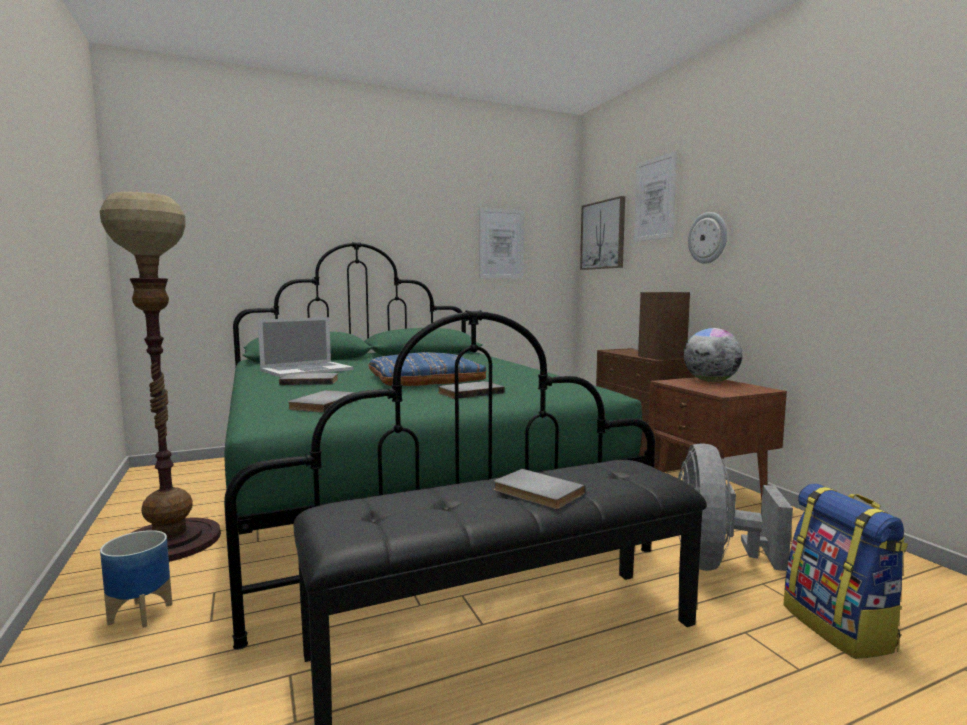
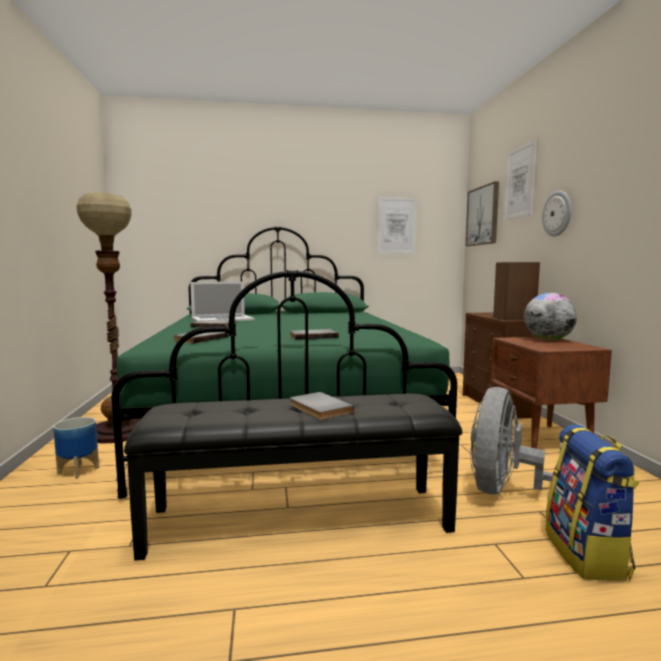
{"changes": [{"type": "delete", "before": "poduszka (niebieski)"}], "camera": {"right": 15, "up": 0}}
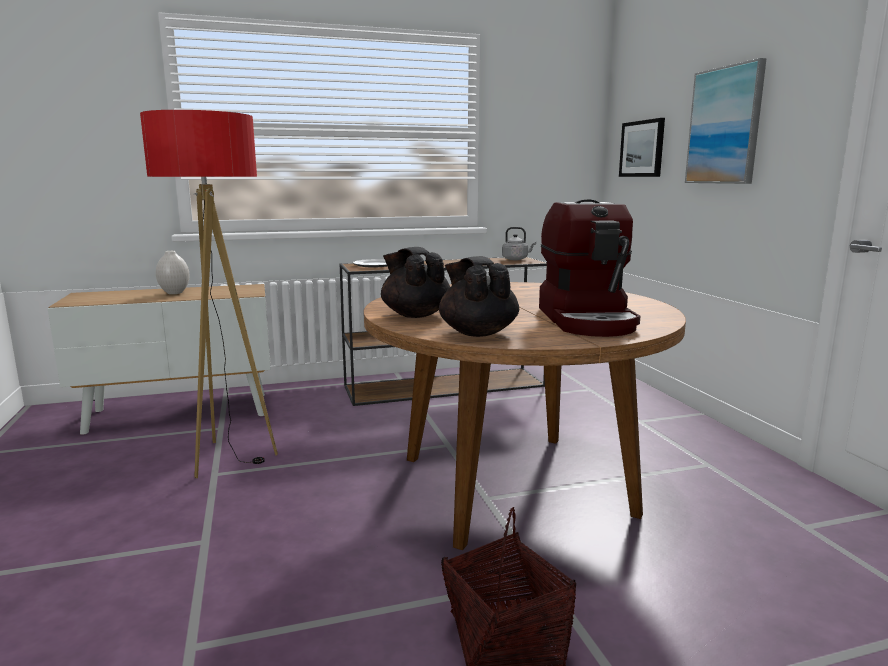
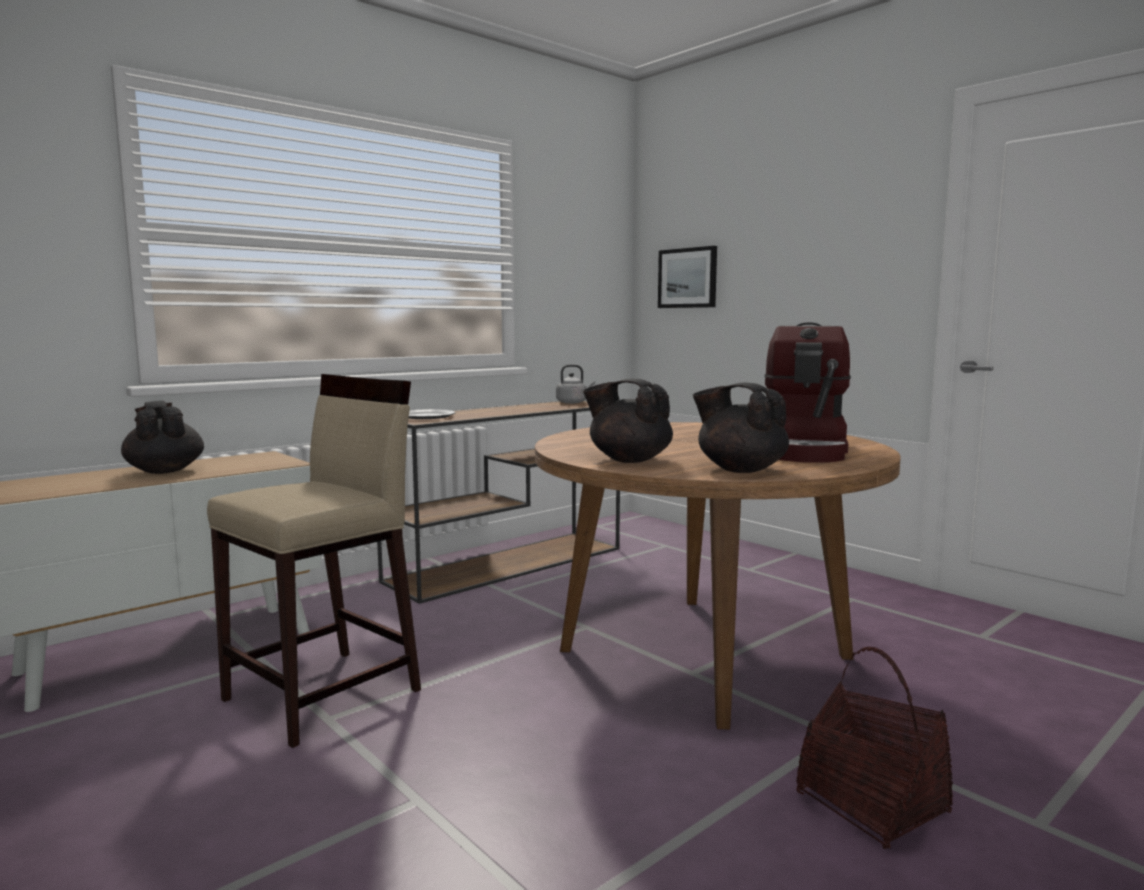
{"changes": [{"type": "delete", "before": "obraz (2nd from left)"}, {"type": "replace", "before": "lampa stojąca", "after": "stołek (beżowy)"}, {"type": "replace", "before": "wazon (biały)", "after": "imbryk (czarny) (1st from left)"}, {"type": "rotate", "before": "ekspres do kawy", "turn": 45}], "camera": {"right": -25, "up": -5}}
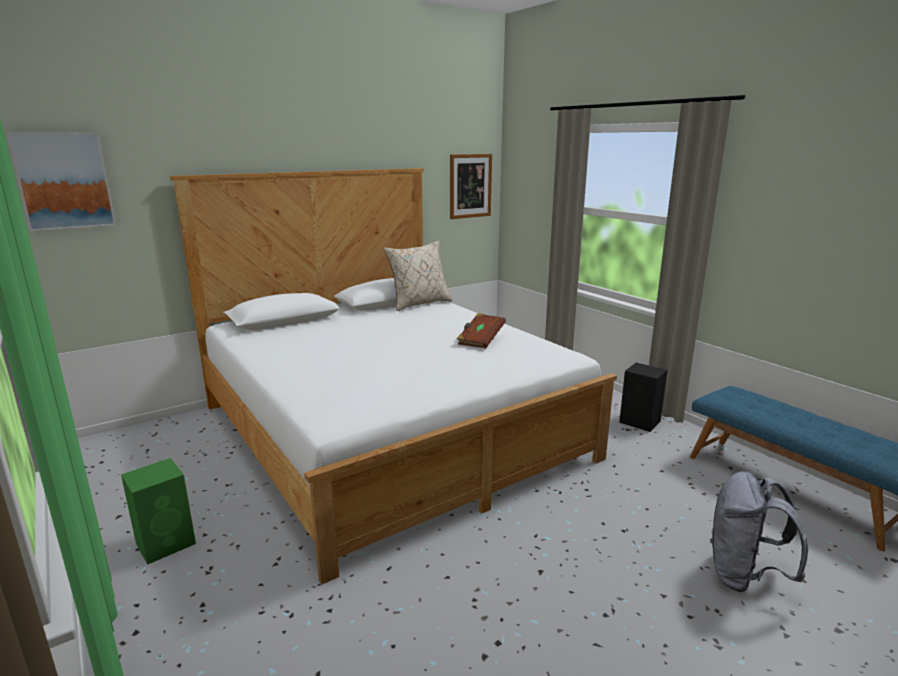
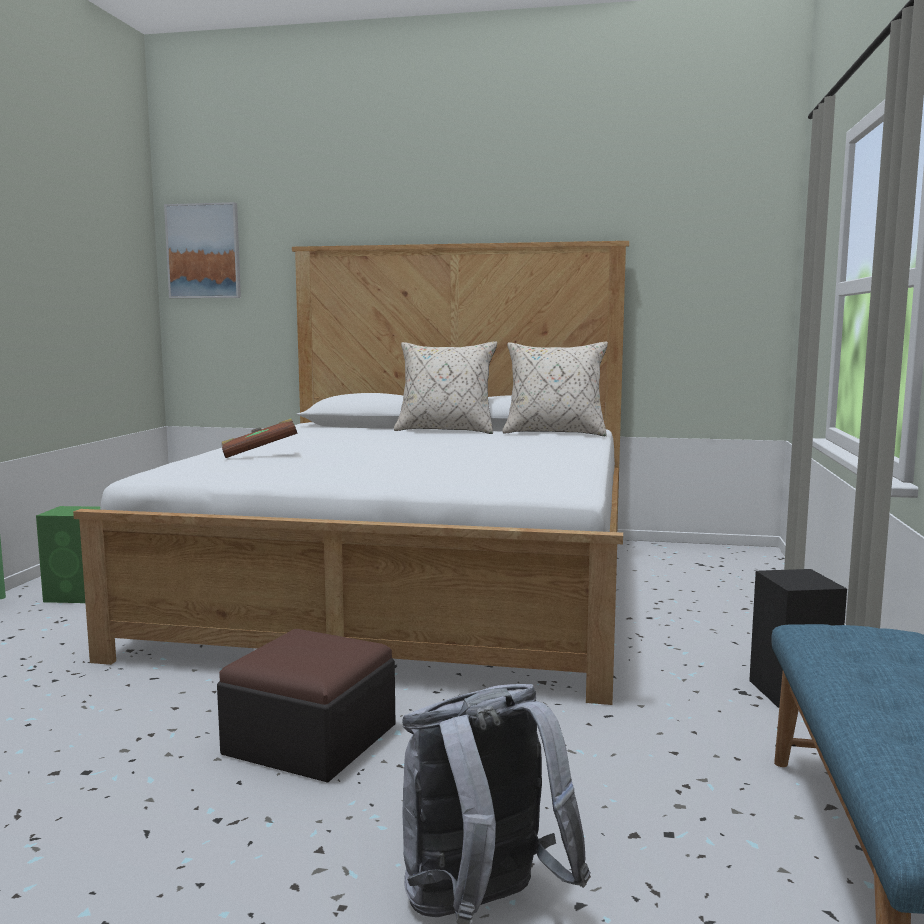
{"changes": [{"type": "delete", "before": "obraz (2nd from left)"}, {"type": "insert", "after": "pufa"}, {"type": "insert", "after": "poduszka (beżowy) (1st from left)"}, {"type": "move", "before": "książka (brązowy)"}], "camera": {"right": 45, "up": -10}}
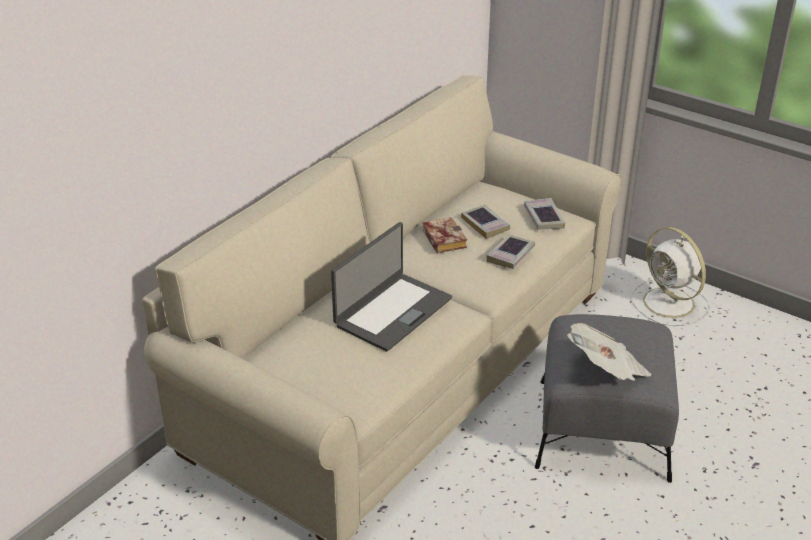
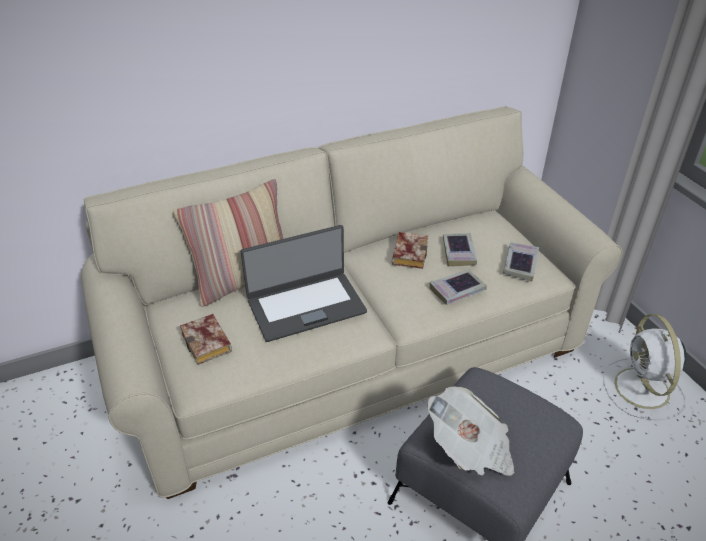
{"changes": [{"type": "insert", "after": "poduszka"}, {"type": "insert", "after": "książka (1st from left)"}], "camera": {"right": 30, "up": 5}}
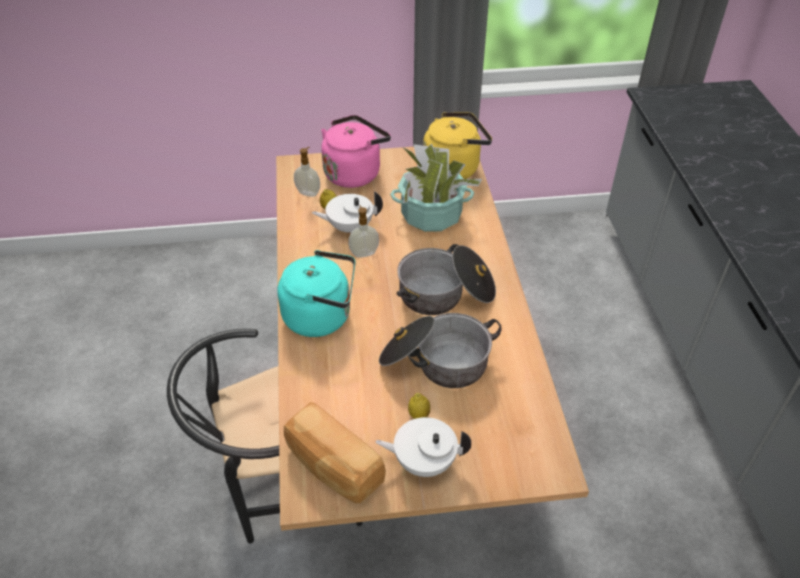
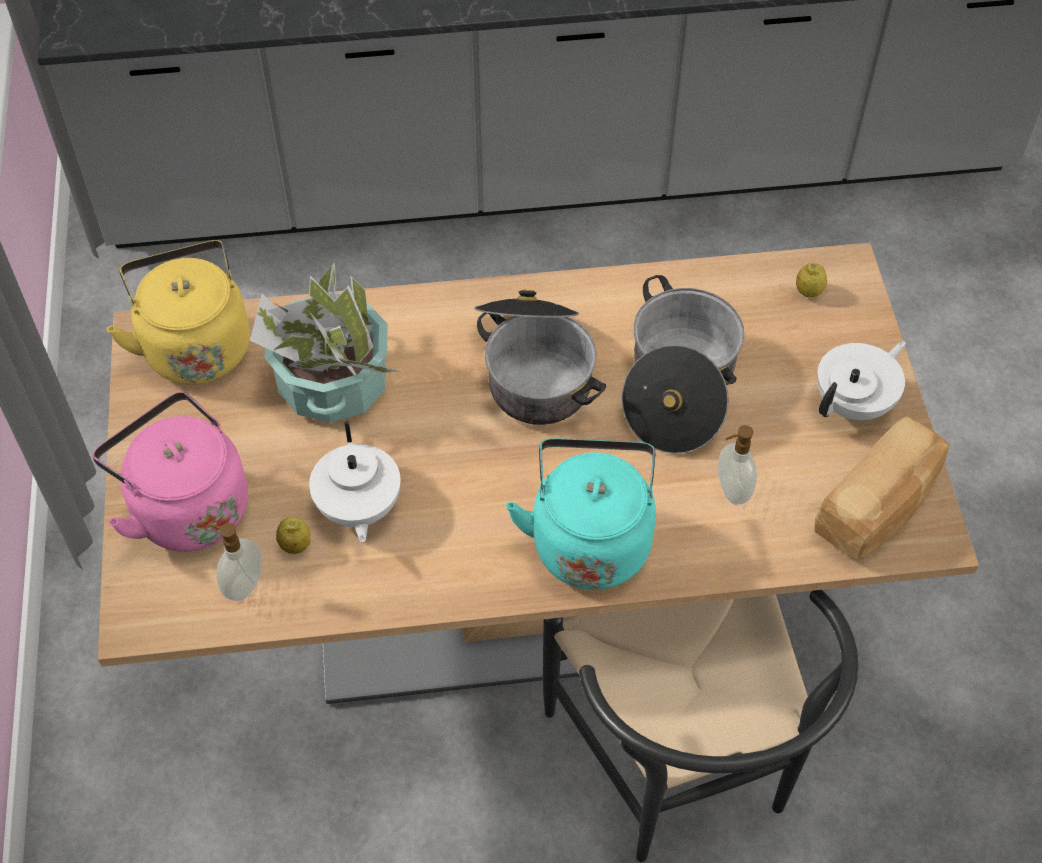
{"changes": [{"type": "move", "before": "dozownik mydła (2nd from left)"}, {"type": "move", "before": "cytryna (2nd from left)"}, {"type": "rotate", "before": "imbryk (biały) (2nd from left)", "turn": -135}], "camera": {"right": -90, "up": 10}}
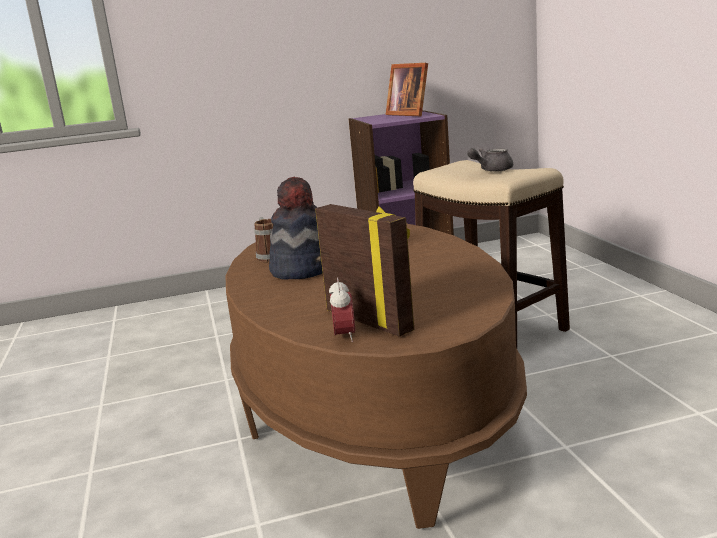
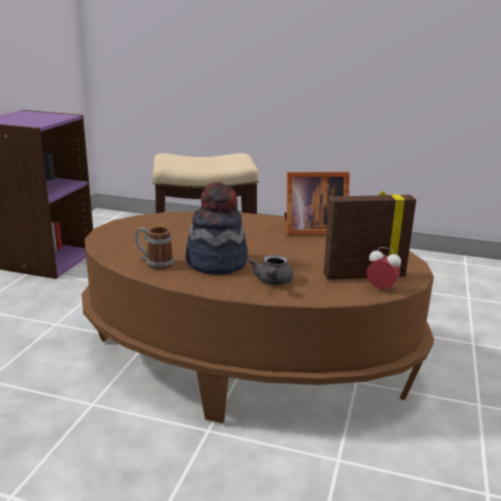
{"changes": [{"type": "move", "before": "ramka na zdjęcie (2nd from left in the first image)", "after": "ramka na zdjęcie (1st from left)"}, {"type": "move", "before": "imbryk (szary)"}], "camera": {"right": -60, "up": 5}}
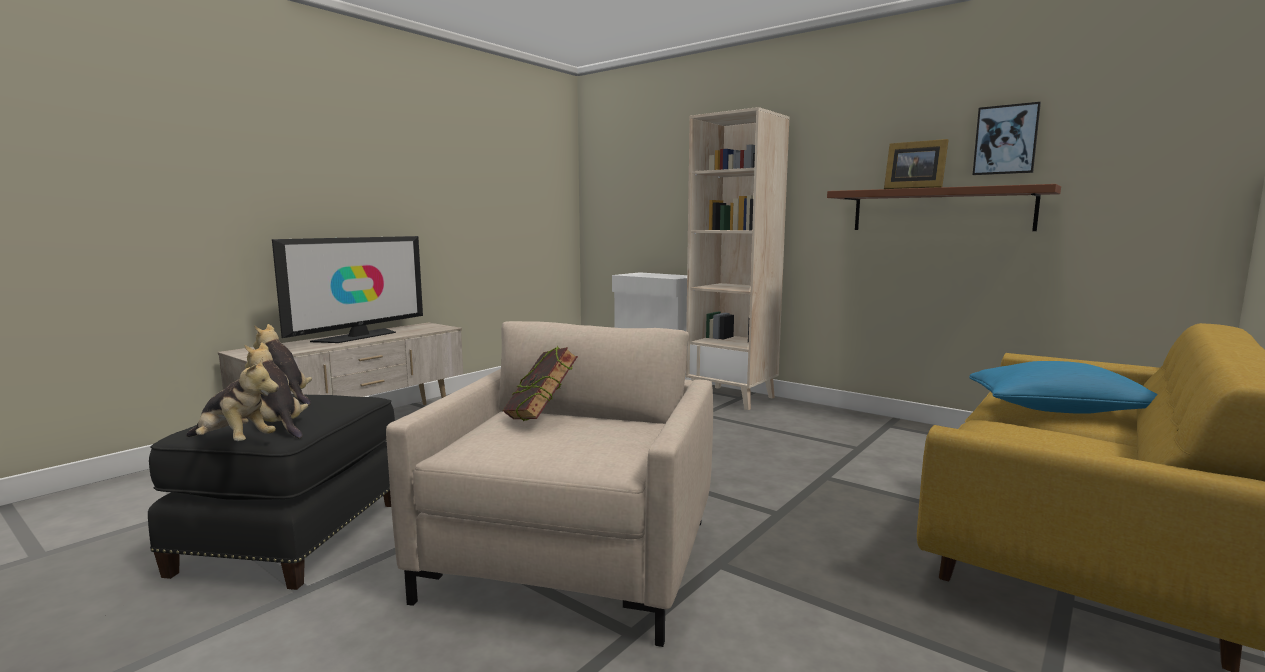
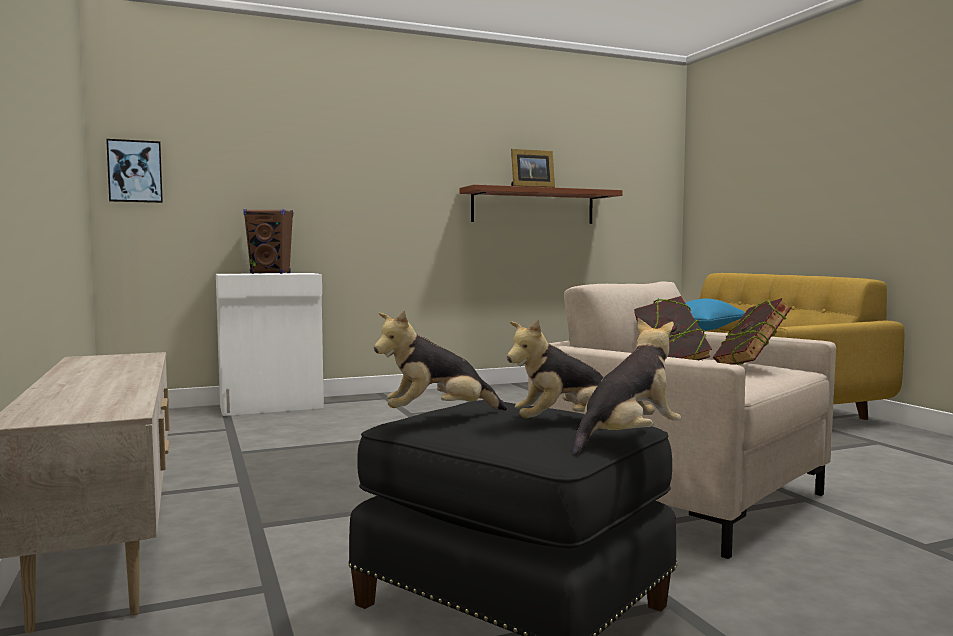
{"changes": [{"type": "delete", "before": "telewizor"}, {"type": "delete", "before": "regał (beżowy)"}, {"type": "insert", "after": "głośnik (brązowy)"}, {"type": "insert", "after": "książka (2nd from left)"}, {"type": "move", "before": "obraz"}], "camera": {"right": -60, "up": -5}}
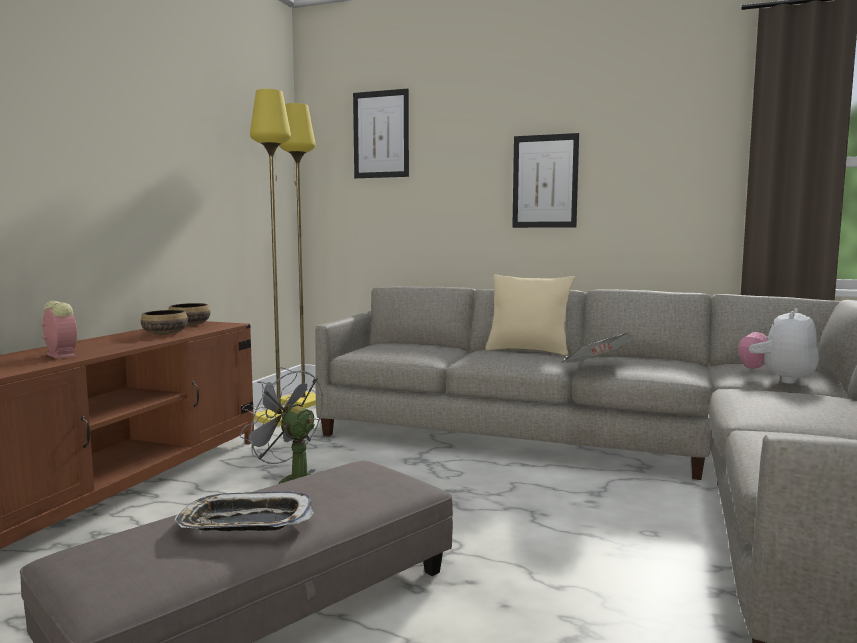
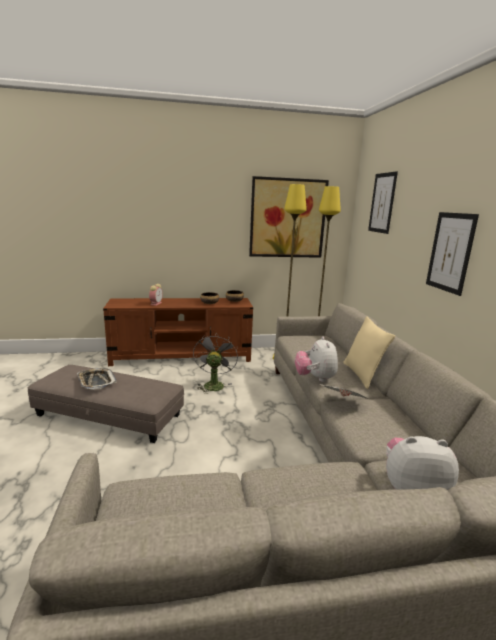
{"changes": [{"type": "insert", "after": "obraz (1st from left)"}, {"type": "insert", "after": "pluszak (1st from left)"}], "camera": {"right": 60, "up": 10}}
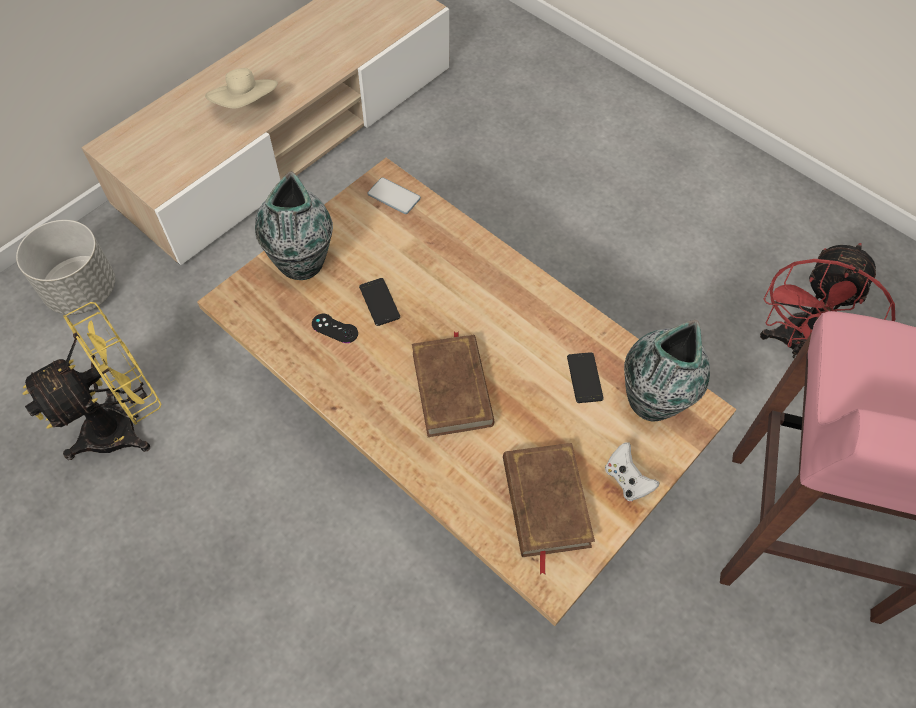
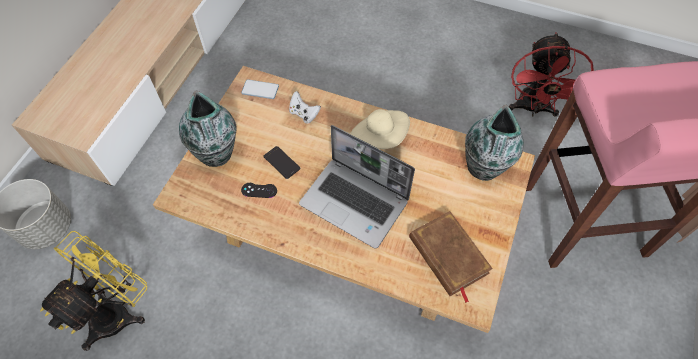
{"changes": [{"type": "delete", "before": "telefon (3rd from left)"}, {"type": "move", "before": "kapelusz (beżowy)"}, {"type": "move", "before": "pad do gier (biały)"}, {"type": "replace", "before": "książka (brązowy) (1st from left)", "after": "laptop"}], "camera": {"right": -20, "up": 0}}
